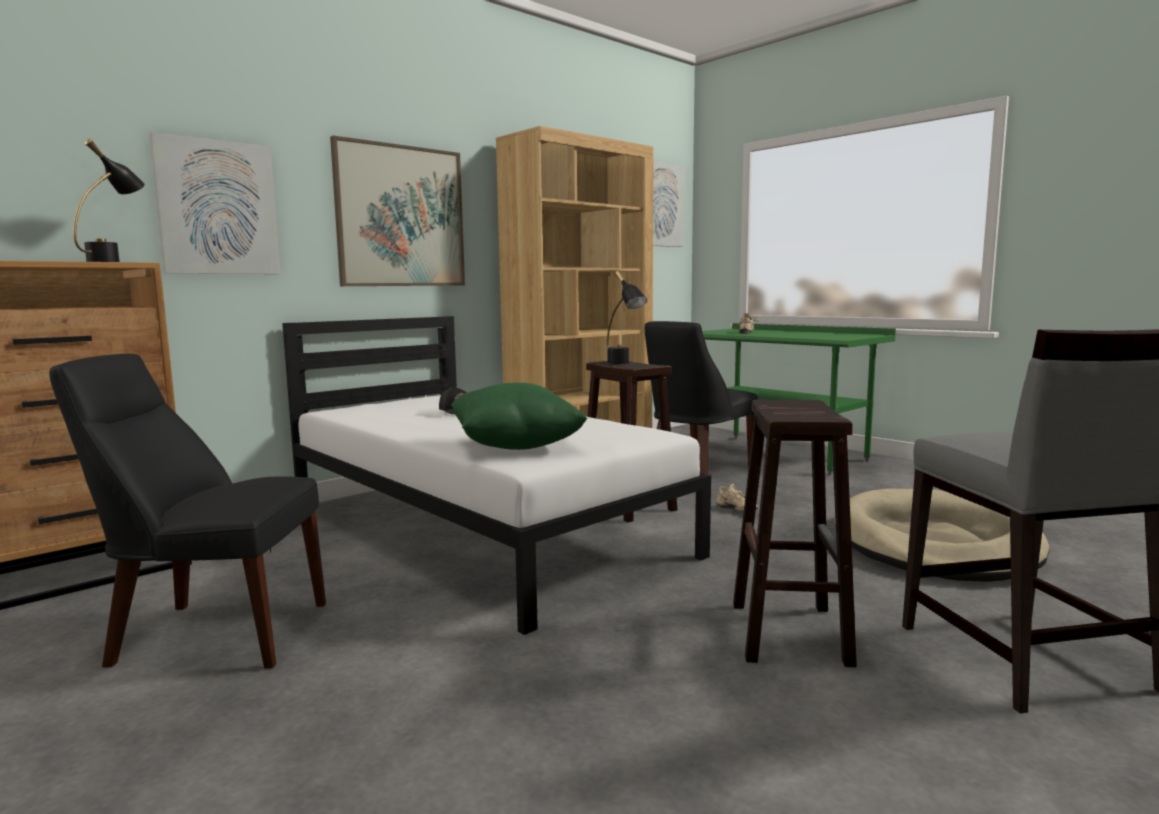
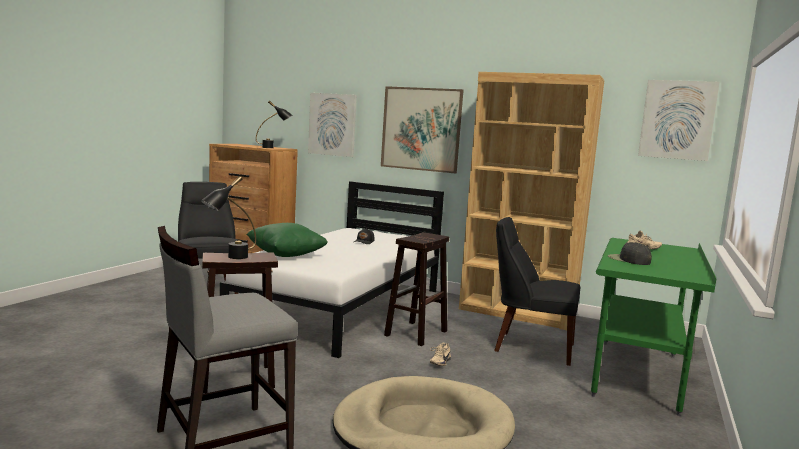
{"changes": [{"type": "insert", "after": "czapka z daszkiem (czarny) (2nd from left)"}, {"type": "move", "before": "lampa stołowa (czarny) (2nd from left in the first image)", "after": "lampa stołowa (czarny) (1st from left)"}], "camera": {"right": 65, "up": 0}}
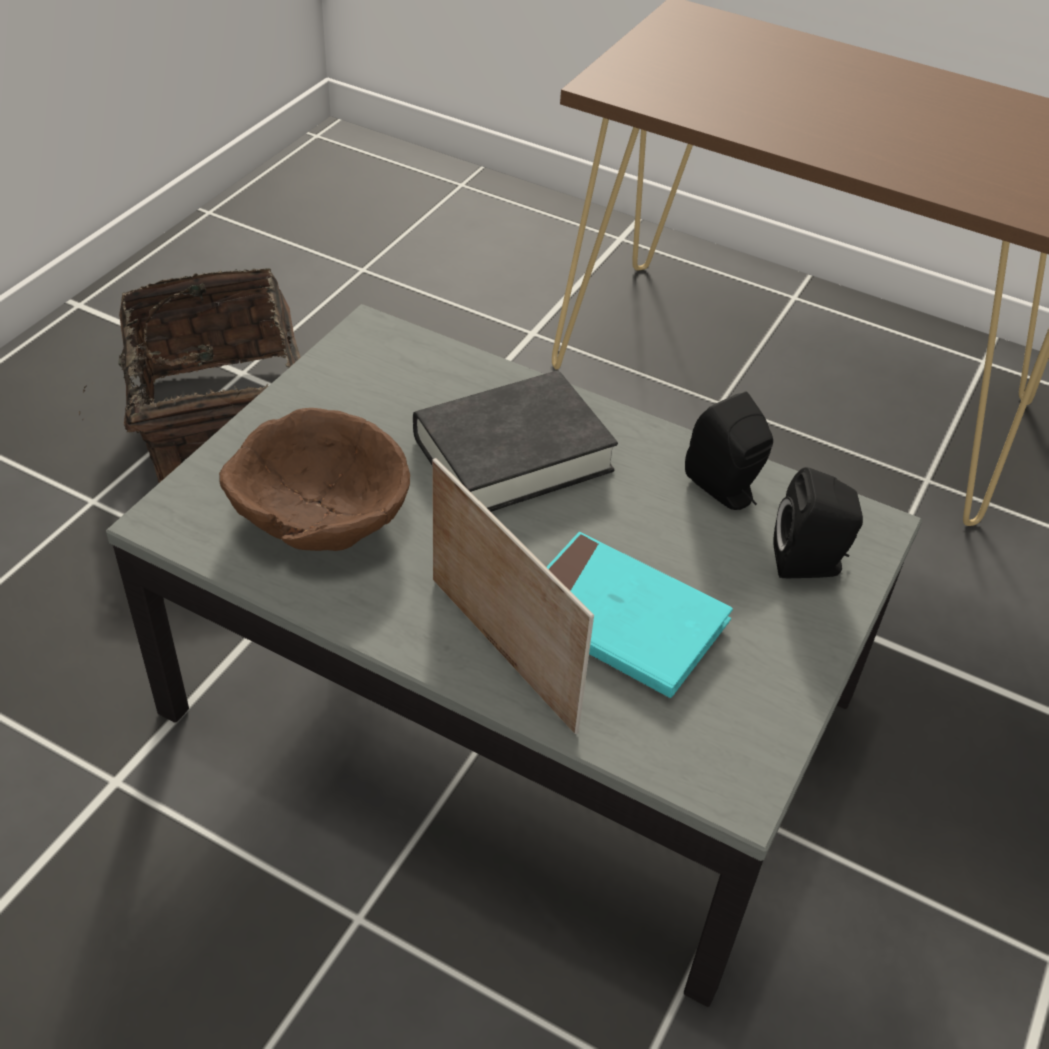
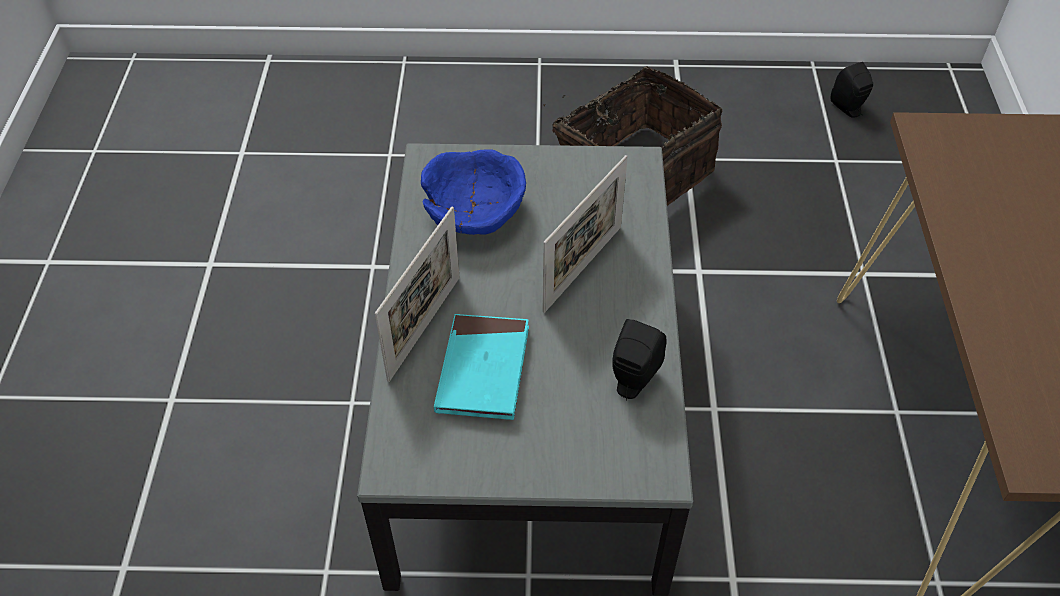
{"changes": [{"type": "move", "before": "głośnik (czarny) (2nd from left)"}, {"type": "replace", "before": "książka (czarny)", "after": "ramka na zdjęcie (2nd from left)"}, {"type": "recolor", "before": "miska (brązowy)", "after": "miska (niebieski)"}], "camera": {"right": 65, "up": 5}}
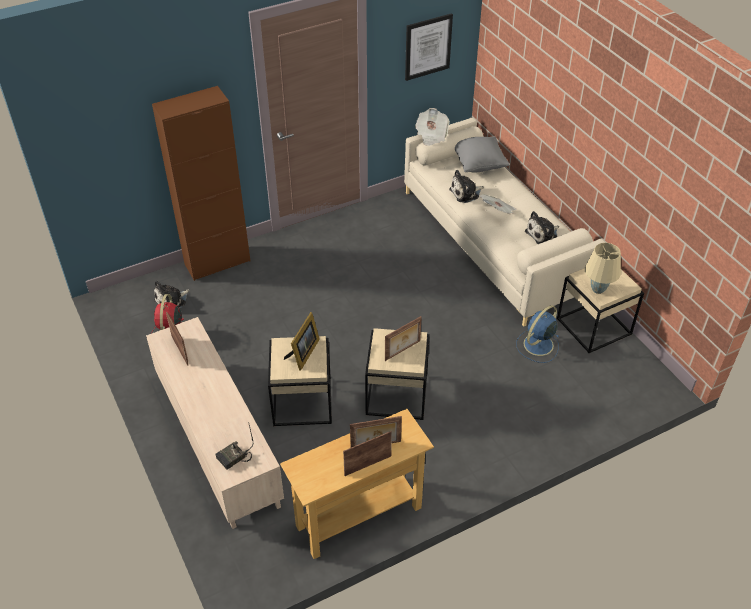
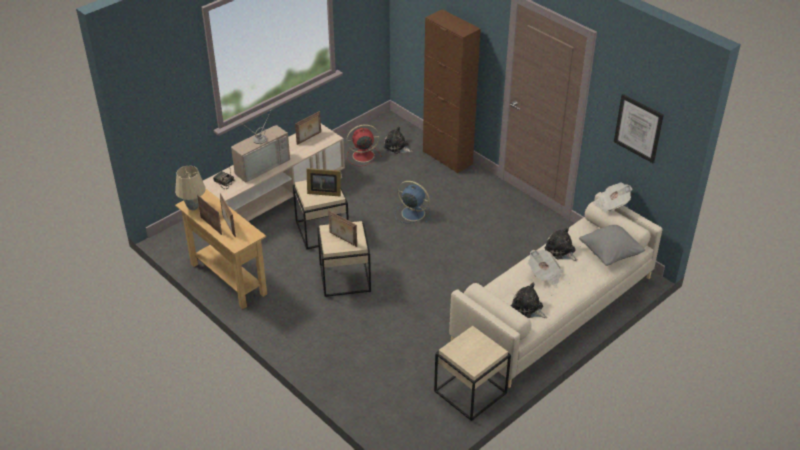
{"changes": [{"type": "insert", "after": "telewizor"}, {"type": "move", "before": "wentylator (niebieski)"}, {"type": "move", "before": "lampa stołowa (beżowy)"}], "camera": {"right": 75, "up": -5}}
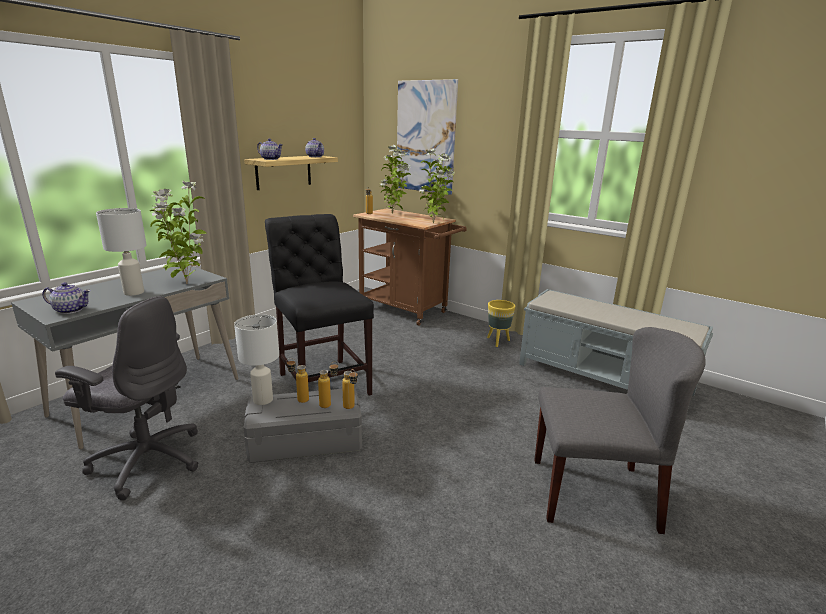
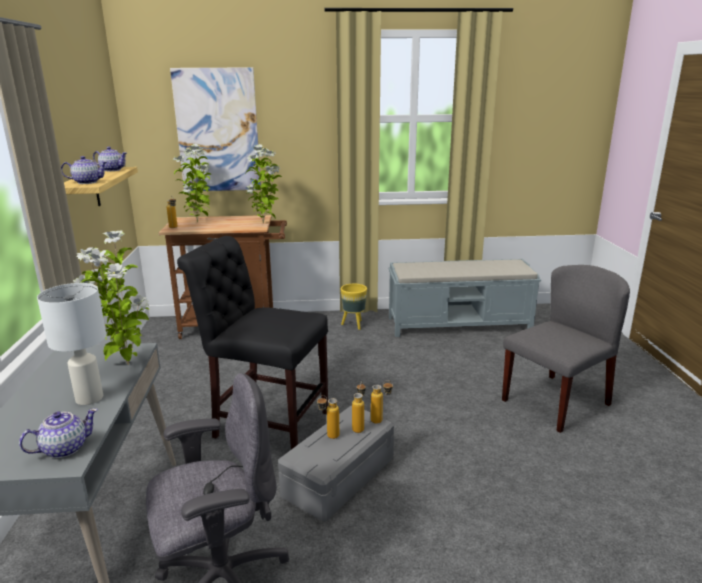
{"changes": [{"type": "delete", "before": "lampa stołowa (biały) (2nd from left)"}], "camera": {"right": -40, "up": 0}}
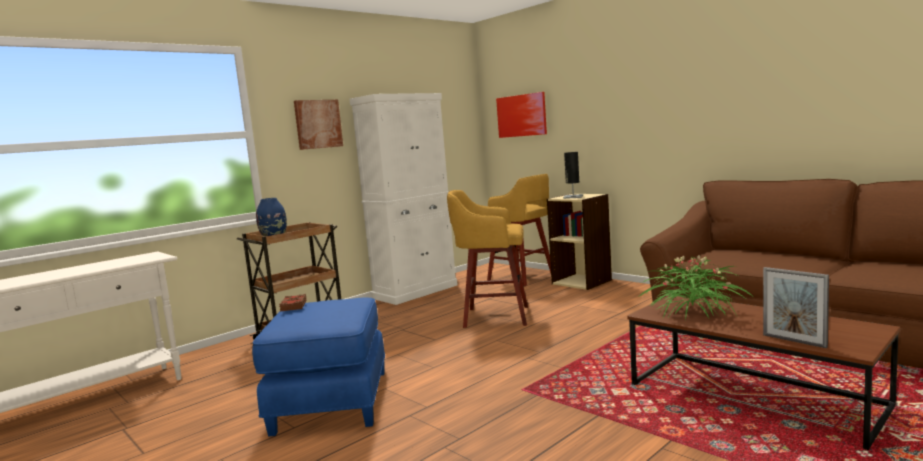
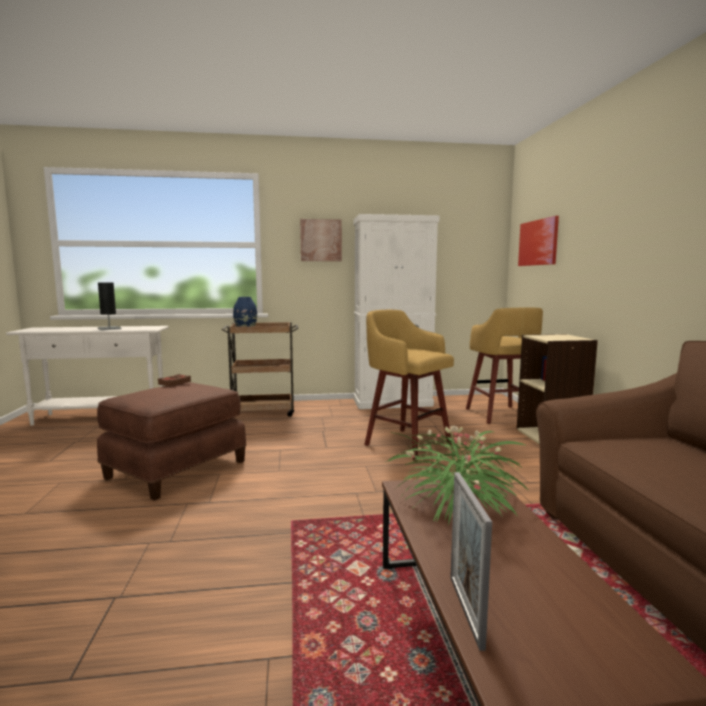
{"changes": [{"type": "move", "before": "lampa stołowa (czarny)"}, {"type": "recolor", "before": "pufa (niebieski)", "after": "pufa (brązowy)"}], "camera": {"right": 35, "up": 0}}
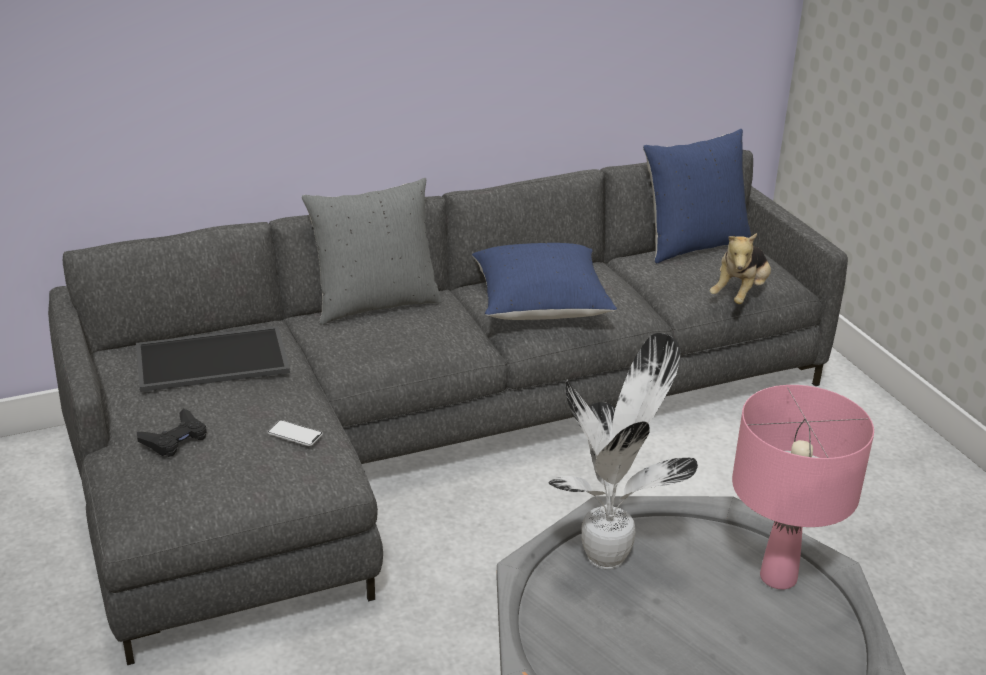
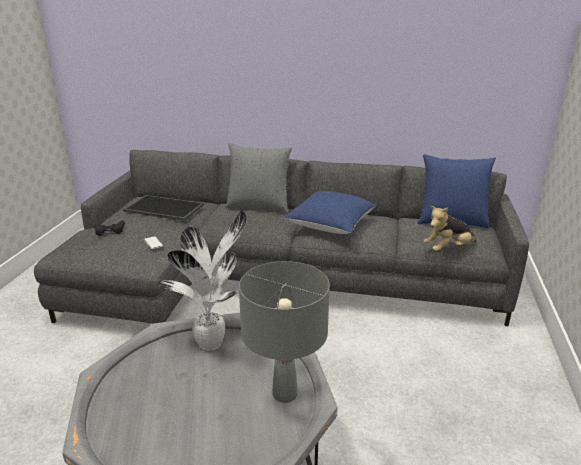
{"changes": [{"type": "recolor", "before": "lampa stołowa (różowy)", "after": "lampa stołowa (szary)"}], "camera": {"right": 35, "up": -5}}
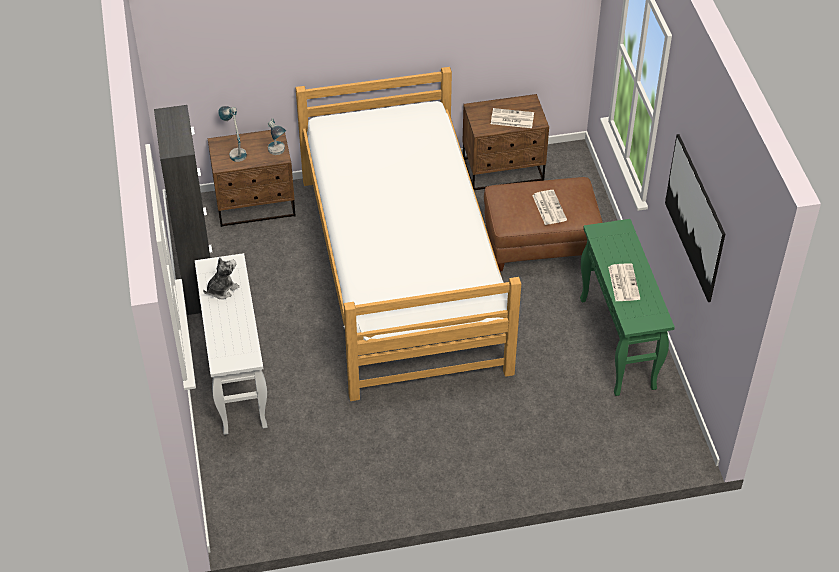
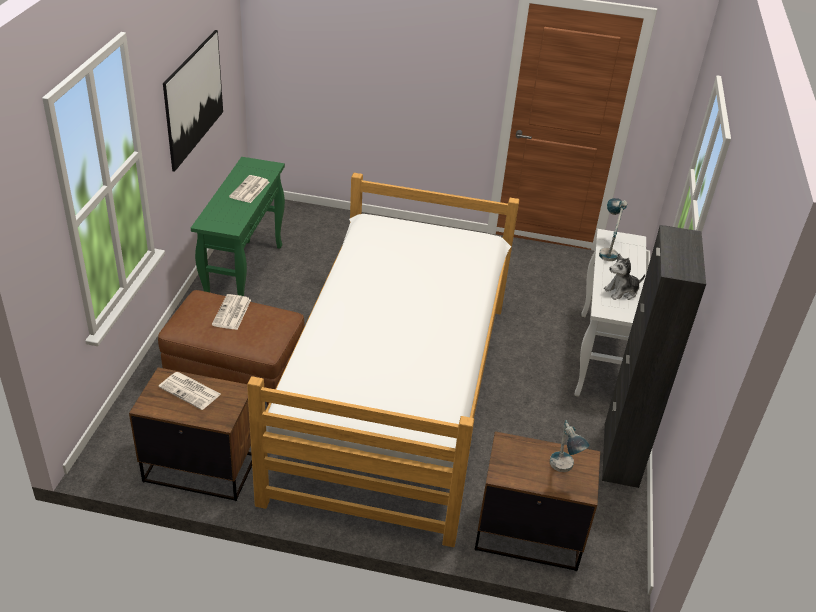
{"changes": [{"type": "move", "before": "lampa stołowa (2nd from left)"}], "camera": {"right": -160, "up": -10}}
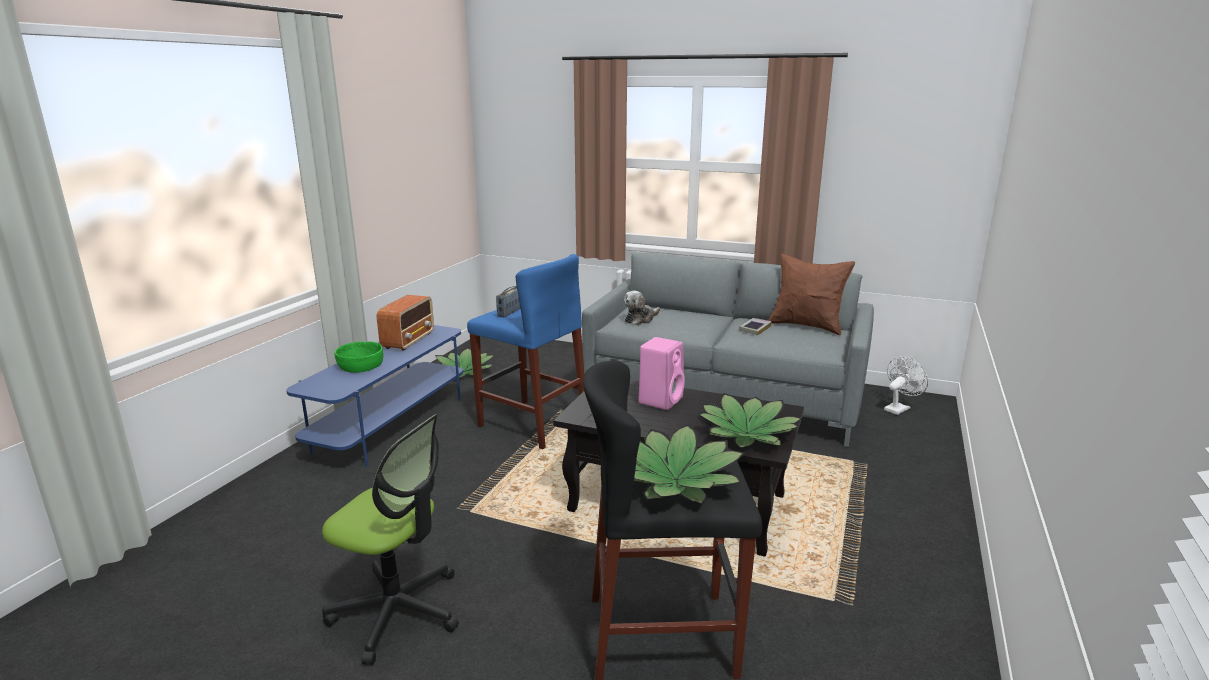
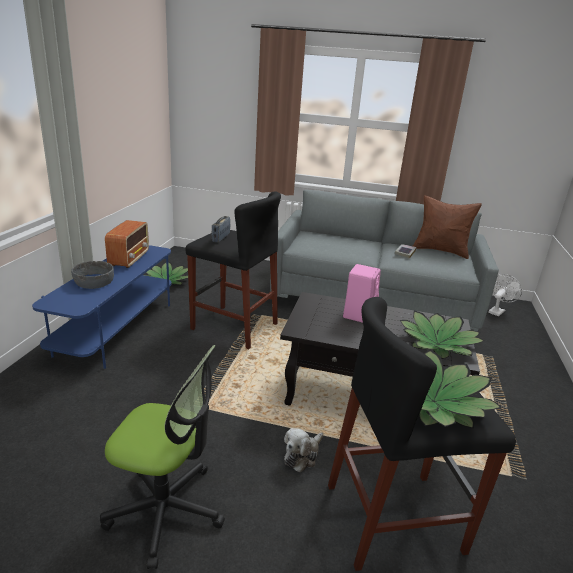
{"changes": [{"type": "move", "before": "pluszak"}, {"type": "recolor", "before": "miska (zielony)", "after": "miska (szary)"}, {"type": "recolor", "before": "stołek (niebieski)", "after": "stołek (czarny) (1st from left)"}], "camera": {"right": -10, "up": 5}}
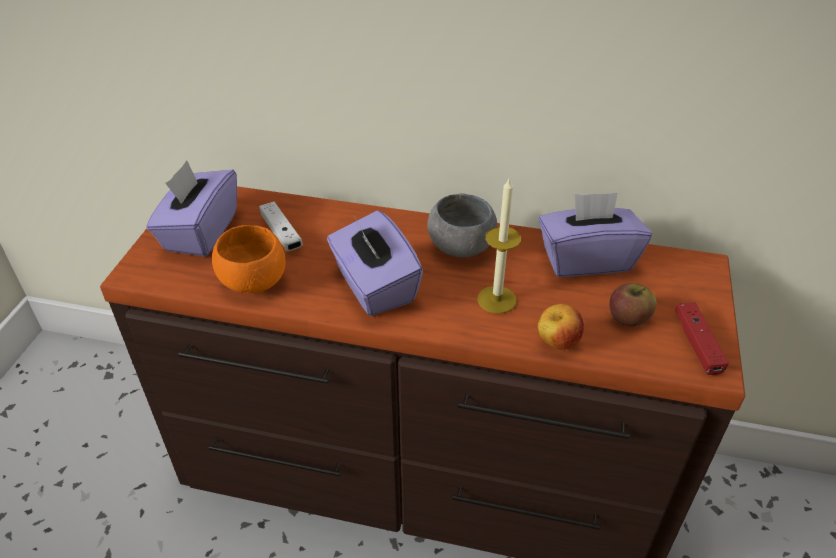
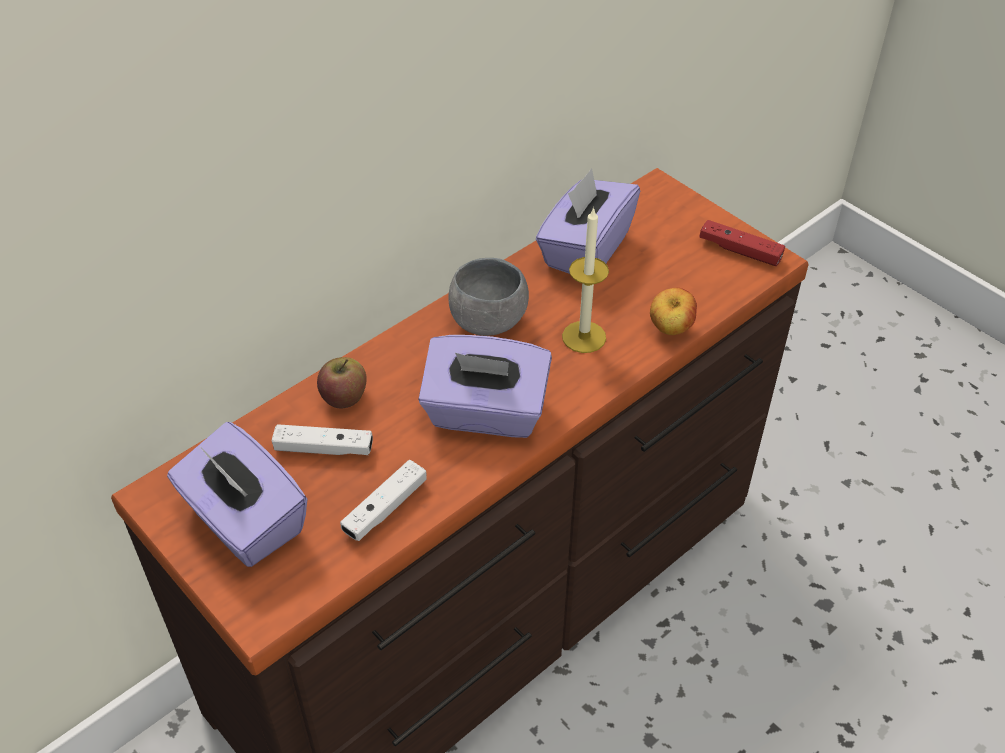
{"changes": [{"type": "move", "before": "jabłko (2nd from left in the first image)", "after": "jabłko (1st from left)"}, {"type": "replace", "before": "miska (pomarańczowy)", "after": "pad do gier (biały) (2nd from left)"}], "camera": {"right": -55, "up": 5}}
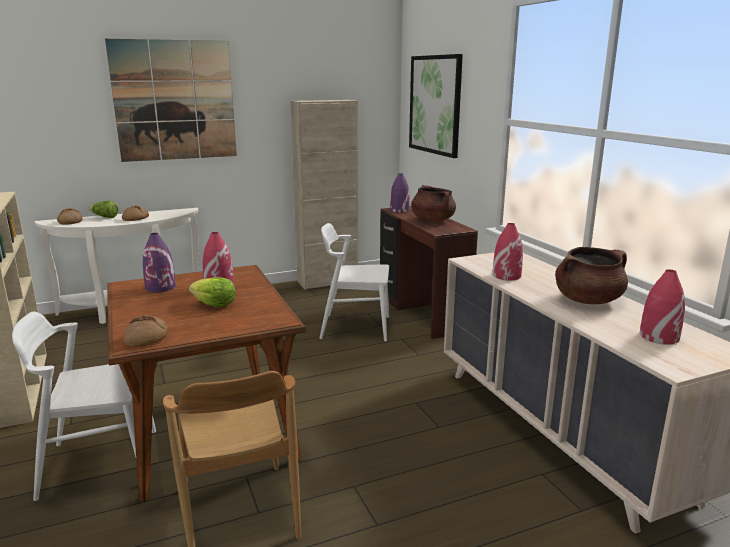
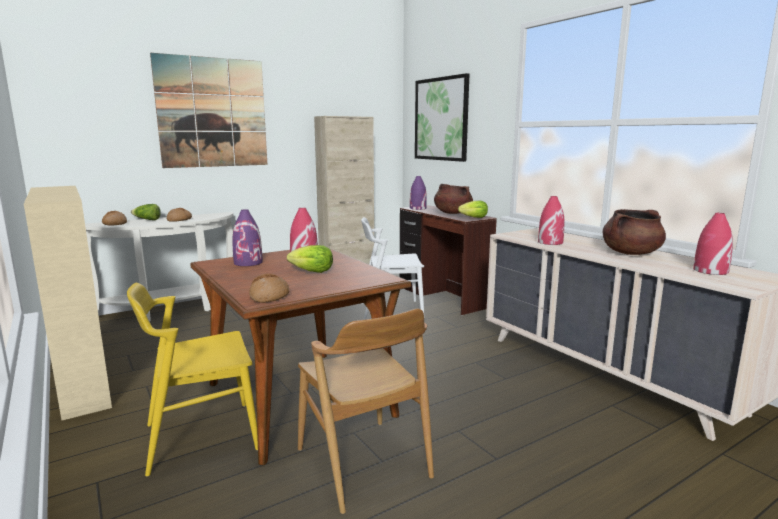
{"changes": [{"type": "insert", "after": "sałata (3rd from left)"}, {"type": "recolor", "before": "krzesło (biały) (1st from left)", "after": "krzesło (żółty)"}], "camera": {"right": -10, "up": -5}}
